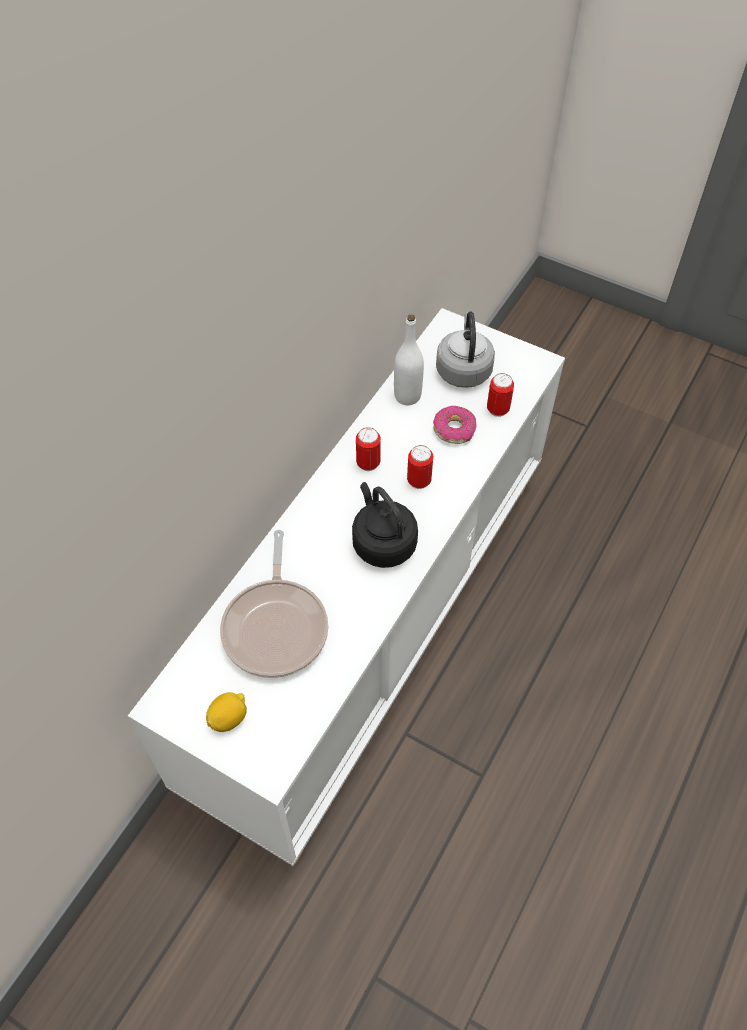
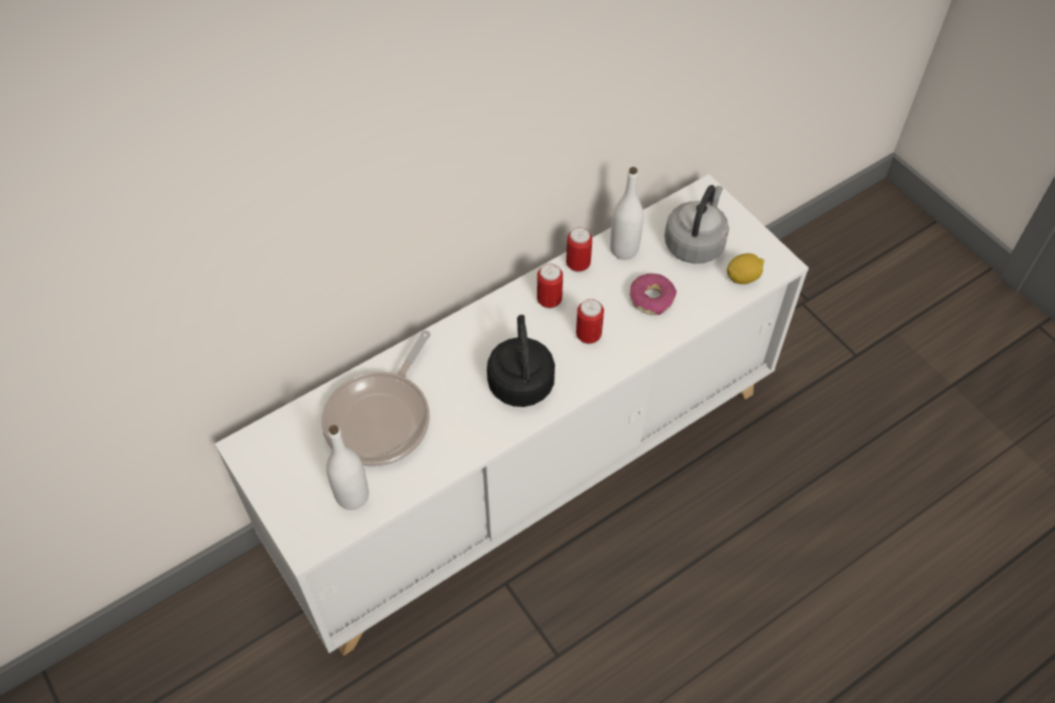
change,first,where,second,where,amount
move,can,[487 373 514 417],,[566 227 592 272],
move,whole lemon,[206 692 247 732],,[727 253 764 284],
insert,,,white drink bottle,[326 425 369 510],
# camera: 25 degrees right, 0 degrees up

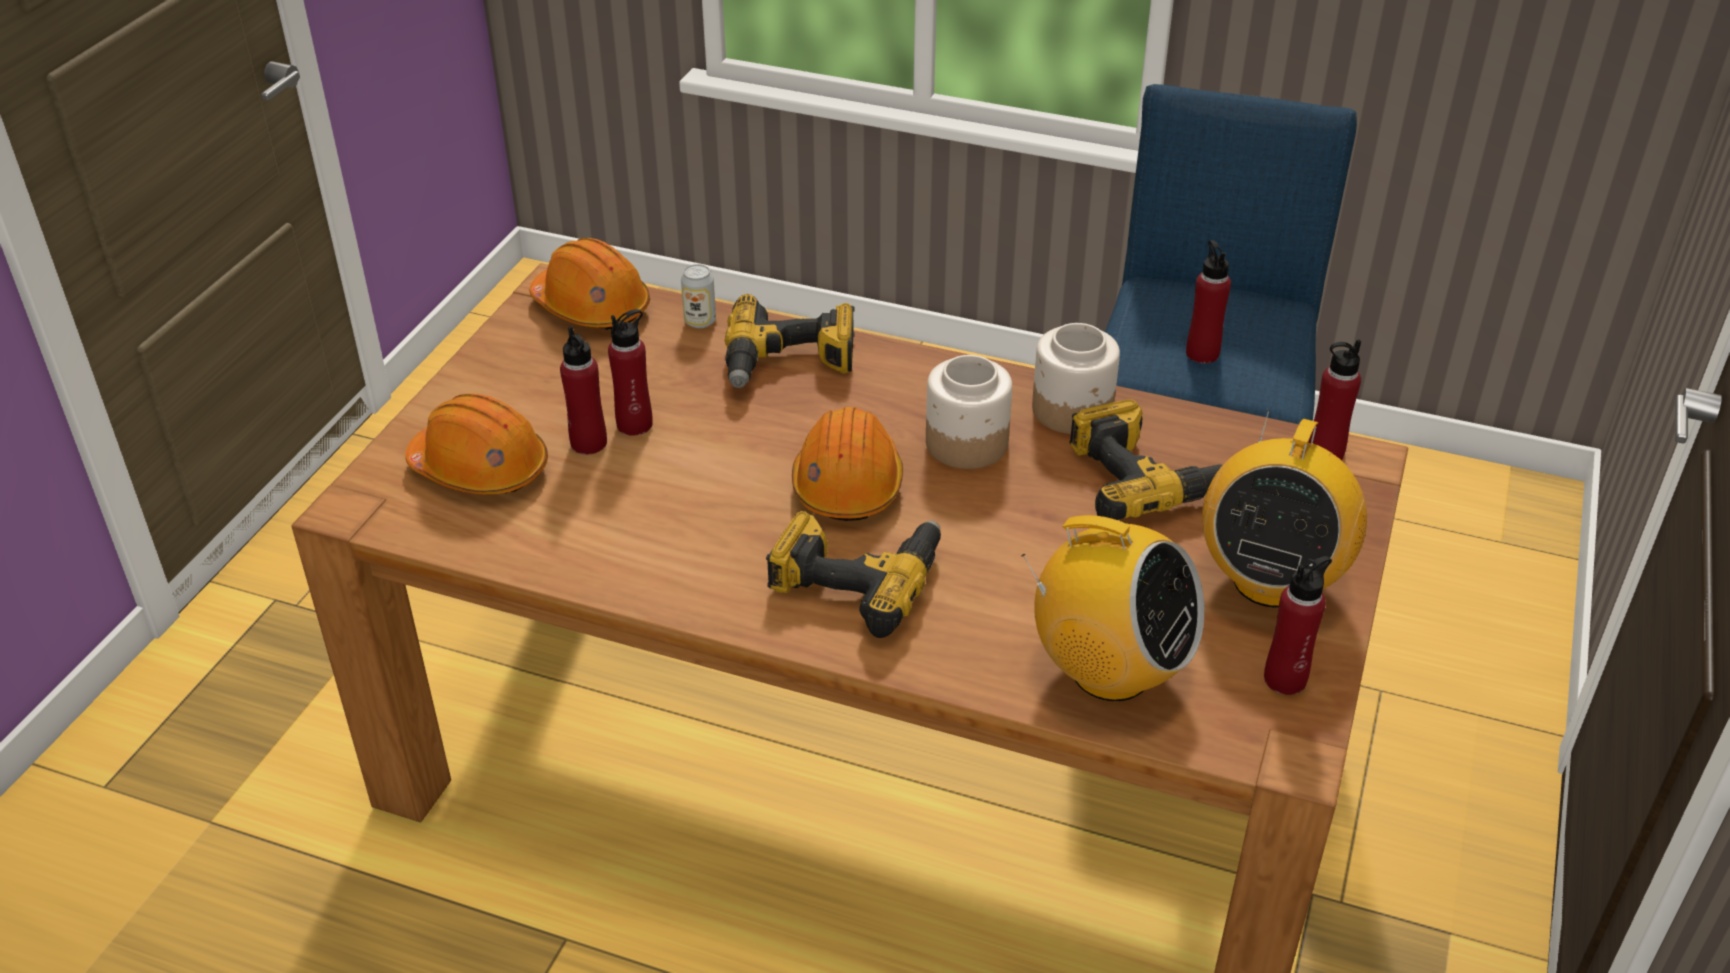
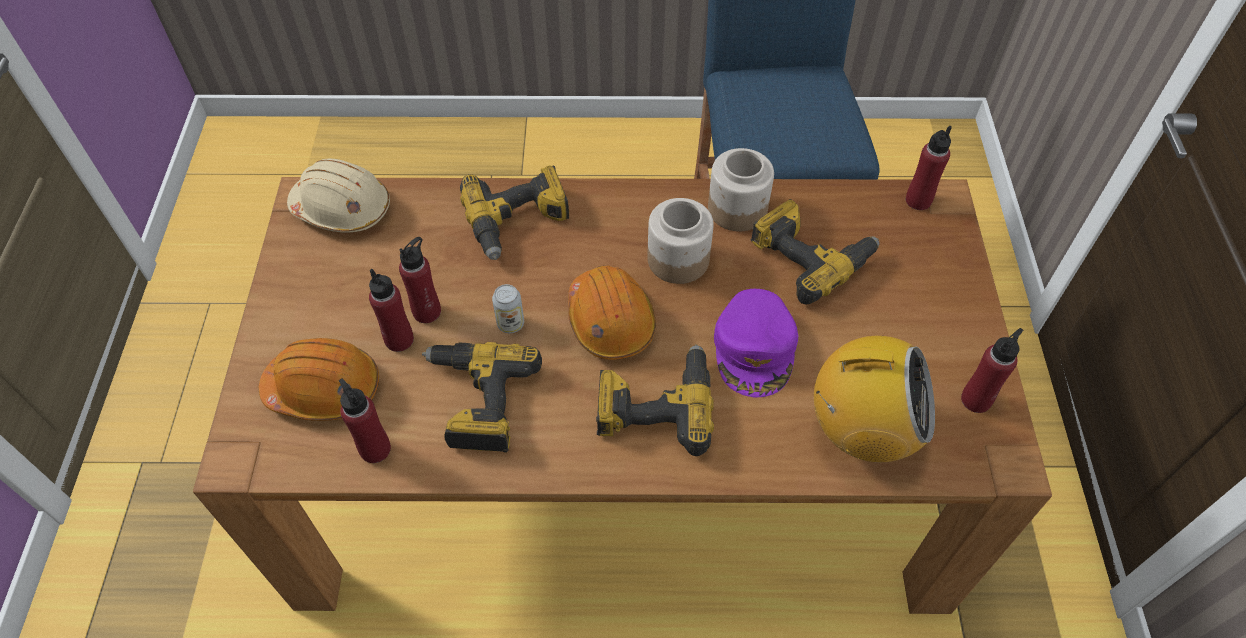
change,first,where,second,where,amount
recolor,orange hard hat,[530 238 650 330],beige-coloured hard hat,[287 158 390 233],
move,red drink bottle,[1186 240 1231 363],,[339 378 391 463],
move,can,[681 264 716 328],,[492 284 524 333],
delete,radio receiver,[1202 410 1367 608],,,
insert,,,purple-coloured baseball cap,[714 289 798 397],
insert,,,electric drill,[422 342 542 453],
# camera: 20 degrees left, 15 degrees up

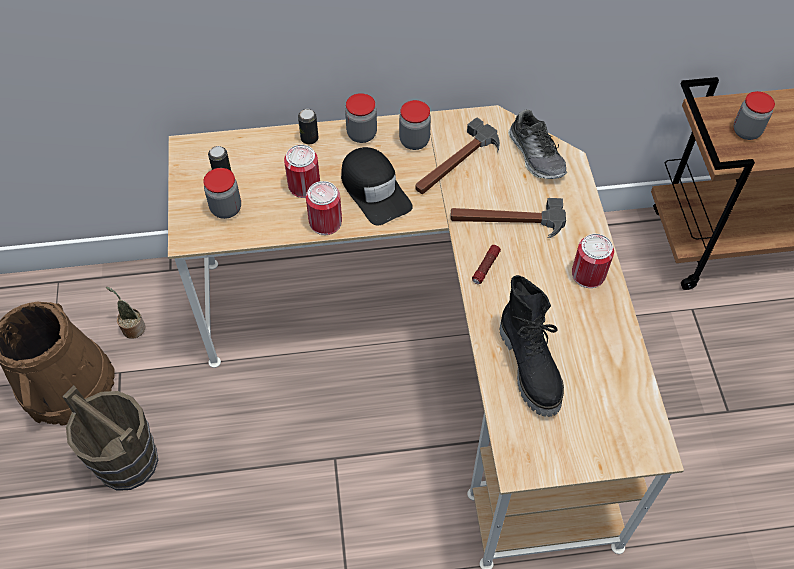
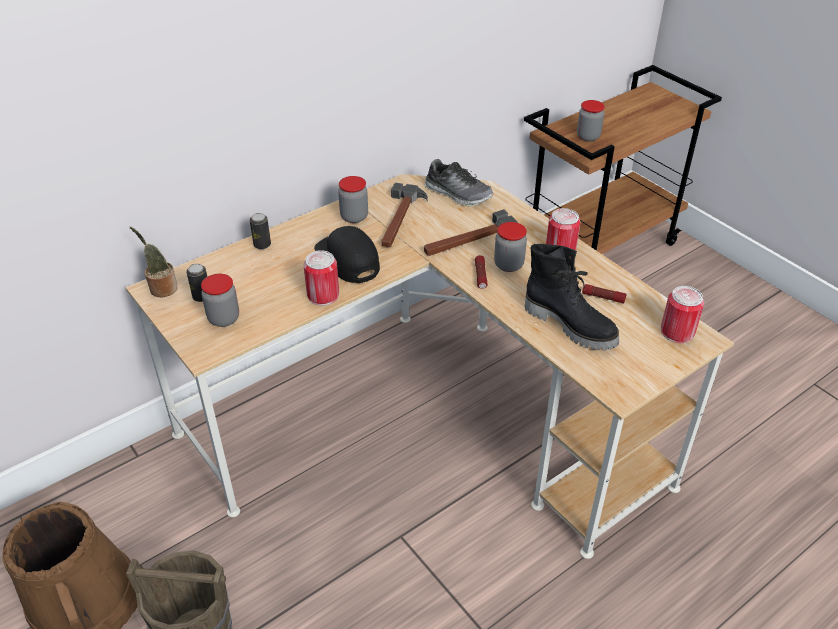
change,first,where,second,where,amount
move,preserve jar,[345 93 377 143],,[494 222 527 272],
move,can,[284 145 320 198],,[661 286 704 343],
rotate,blackish baseball cap,[341 147 413 226],,[314 226 380 283],150 degrees counterclockwise
move,houseplant,[106 287 146 339],,[130 227 178 298],
insert,,,torch,[582 284 626 304],
# camera: 30 degrees left, 15 degrees down

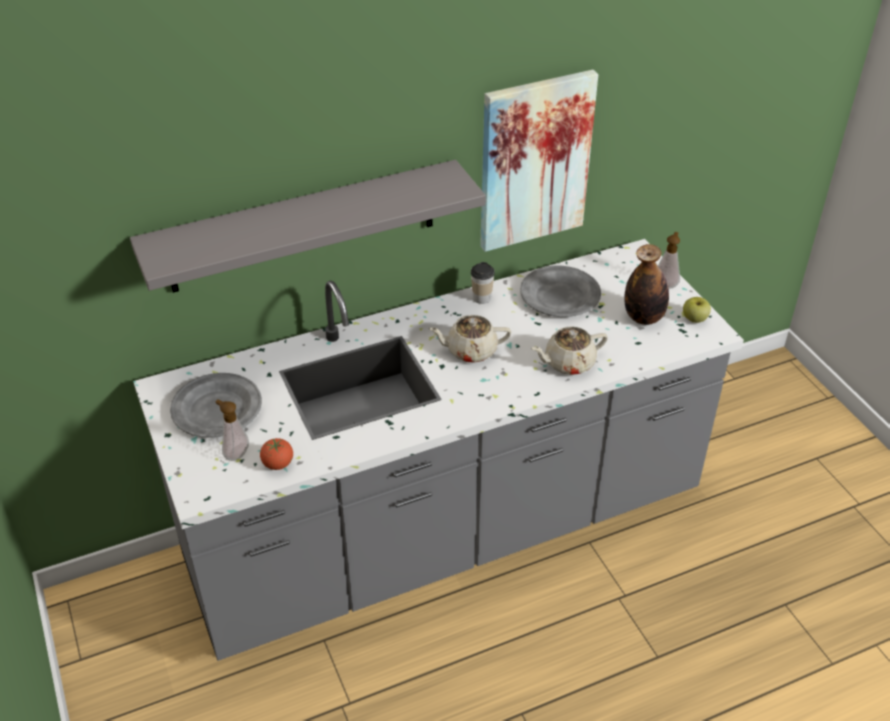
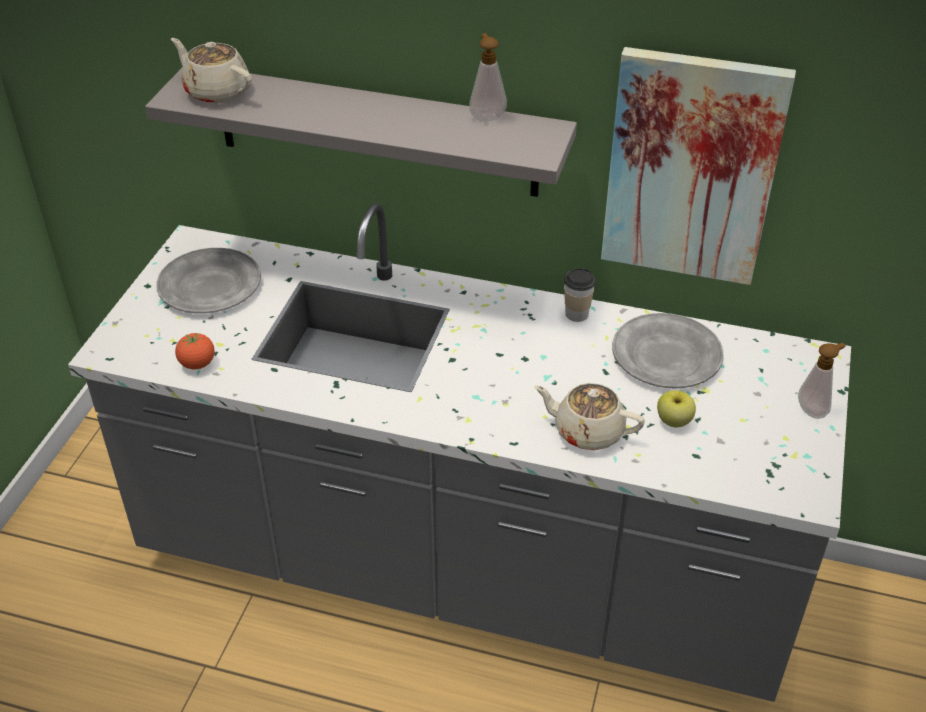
change,first,where,second,where,amount
delete,drink bottle,[624 244 669 325],,,
move,apple,[683 297 711 323],,[657 390 696 427],
move,beige-coloured pot for tea,[429 315 511 363],,[171 38 252 103],
move,liquid soap bottle,[216 400 249 461],,[469 33 507 122],
# camera: 40 degrees right, 0 degrees up

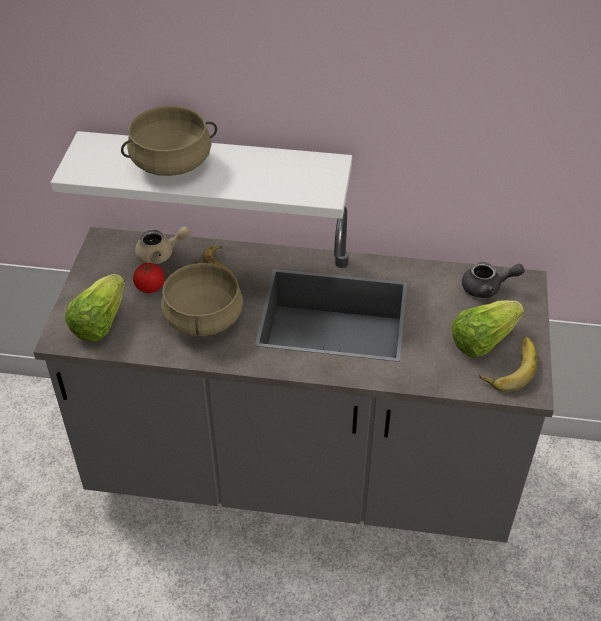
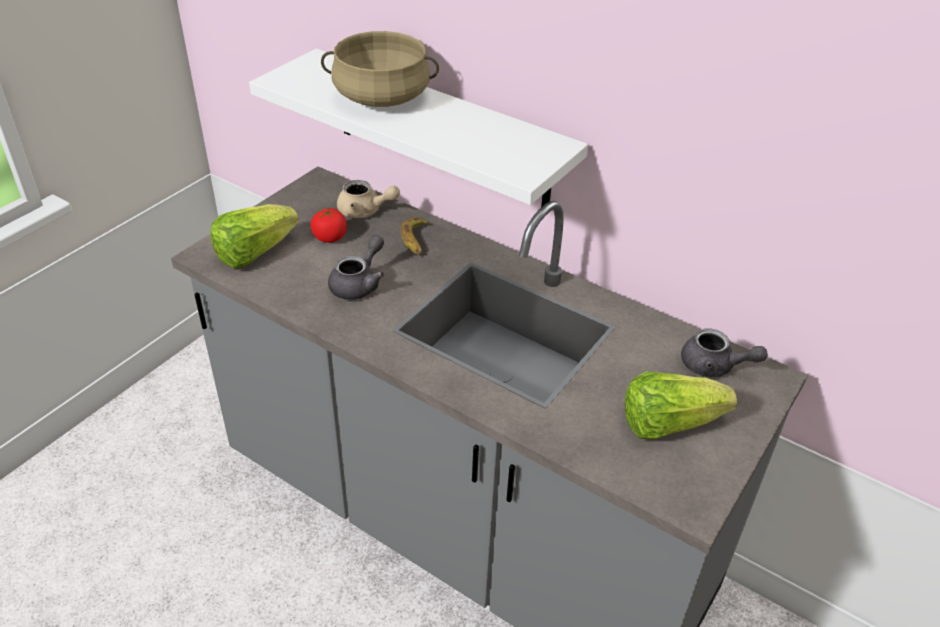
change,first,where,second,where,amount
replace,beige-coloured stockpot,[161 260 243 336],gray pot for tea,[328 235 384 300],
delete,whole banana,[479 337 537 392],,,
# camera: 25 degrees right, 5 degrees down

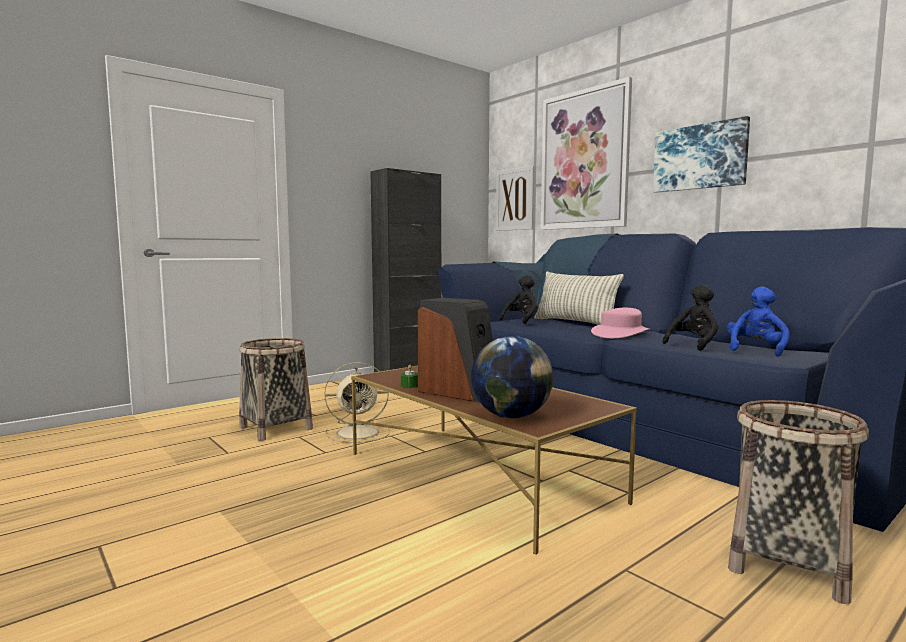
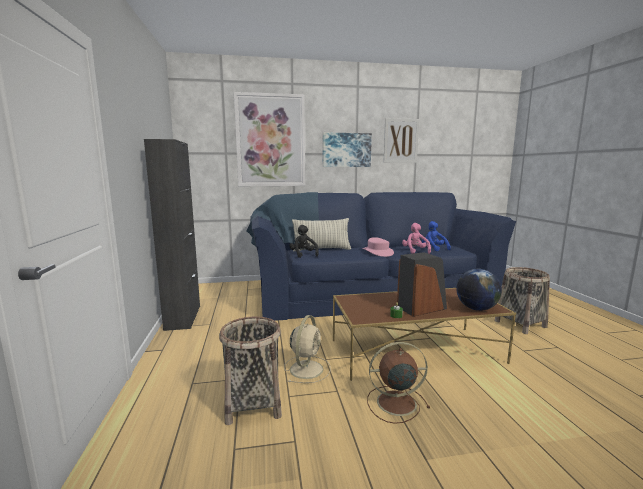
change,first,where,second,where,amount
move,picture,[496 166 534 231],,[383 118 419 163],
recolor,blackish cuddly toy,[662 285 718 351],pink-coloured cuddly toy,[402 223 431 254],
insert,,,brown fan,[367 342 430 424],
# camera: 60 degrees left, 5 degrees up

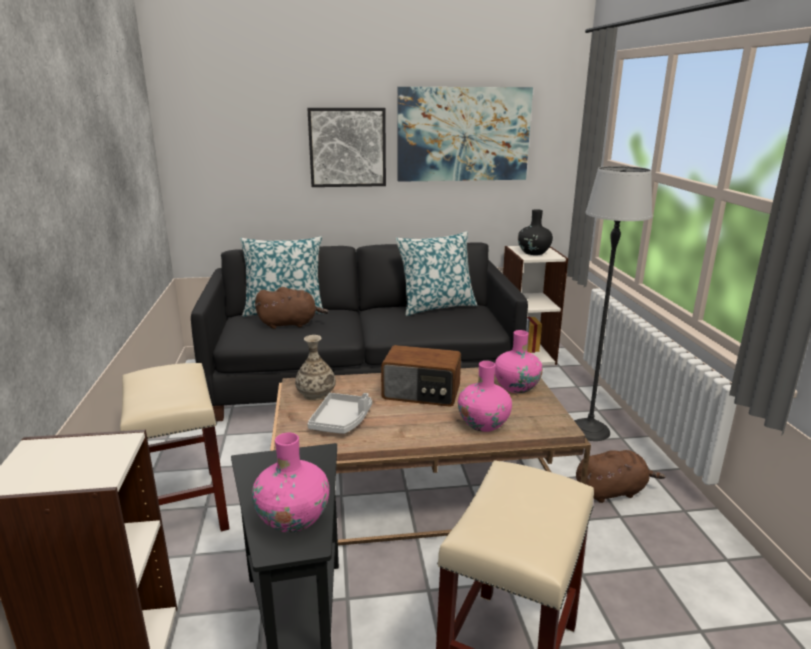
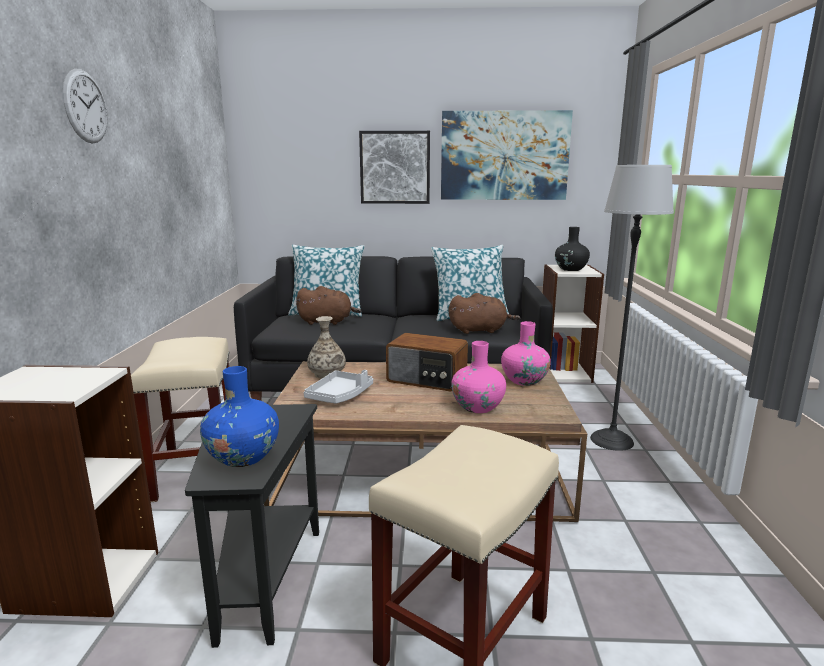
change,first,where,second,where,amount
recolor,pink-coloured flower vase,[252 433 329 533],bluish flower vase,[200 366 279 467],
move,brown cuddly toy,[576 450 666 503],,[448 293 521 334],
insert,,,hanging clock,[63 69 108 143],
# camera: 10 degrees right, 5 degrees down

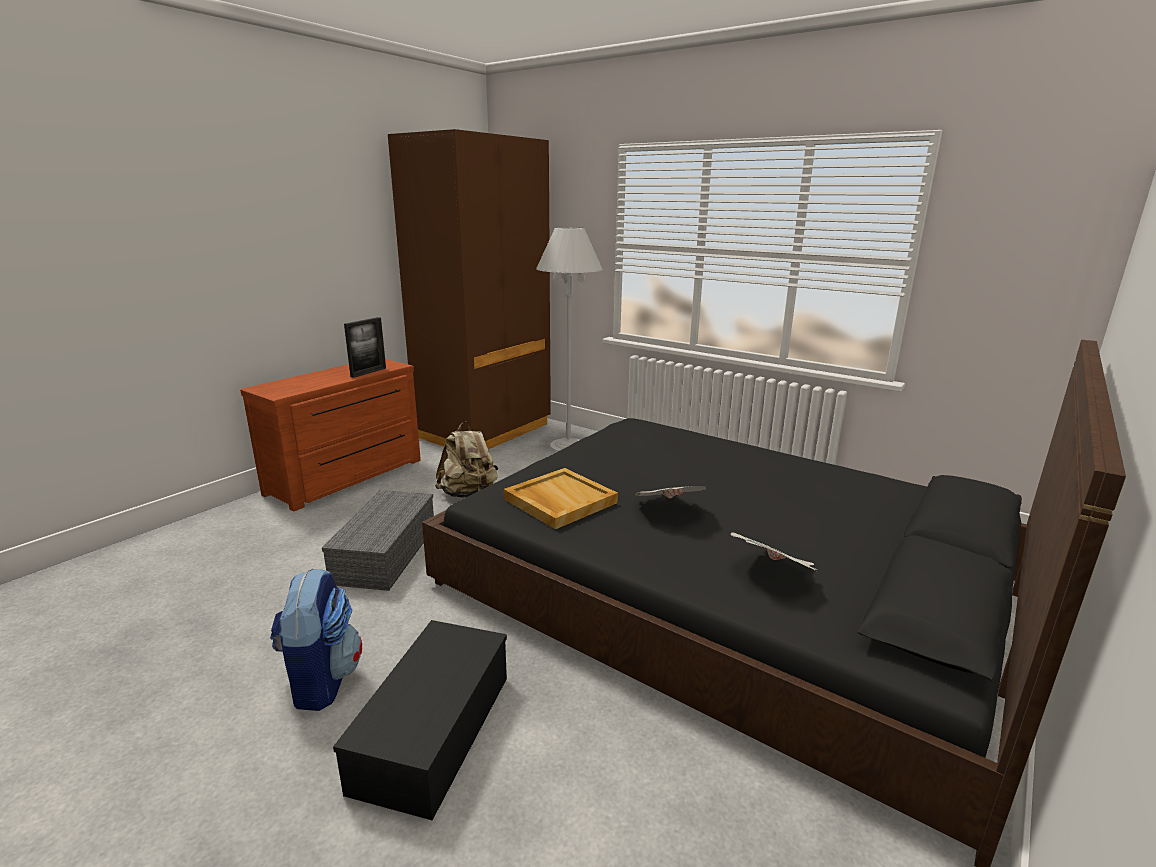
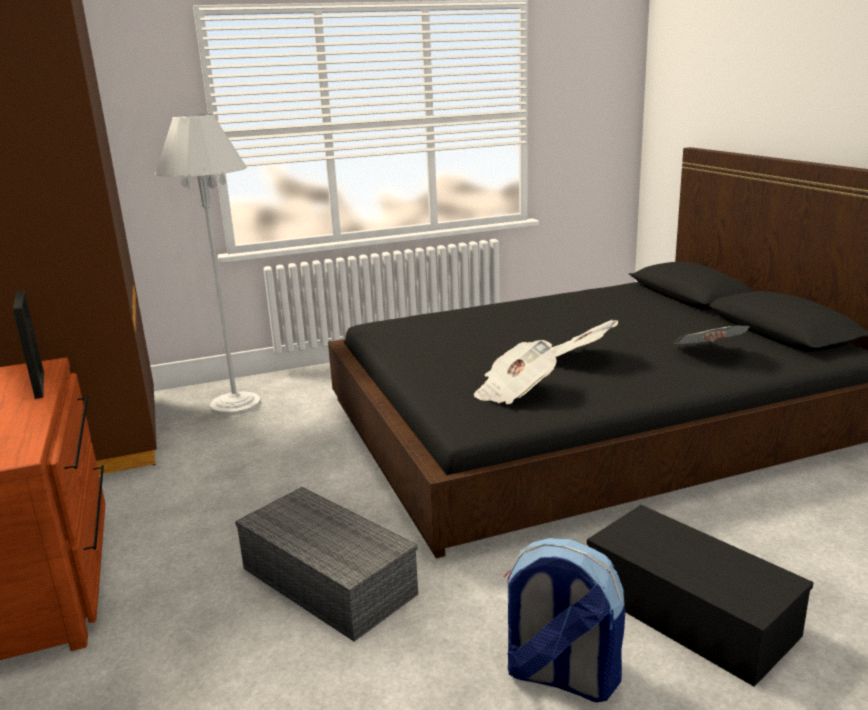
change,first,where,second,where,amount
delete,beige-coloured knapsack,[435 421 498 498],,,
replace,beige-coloured tray,[504 468 618 529],newspaper,[474 340 557 404],
# camera: 55 degrees left, 0 degrees up

